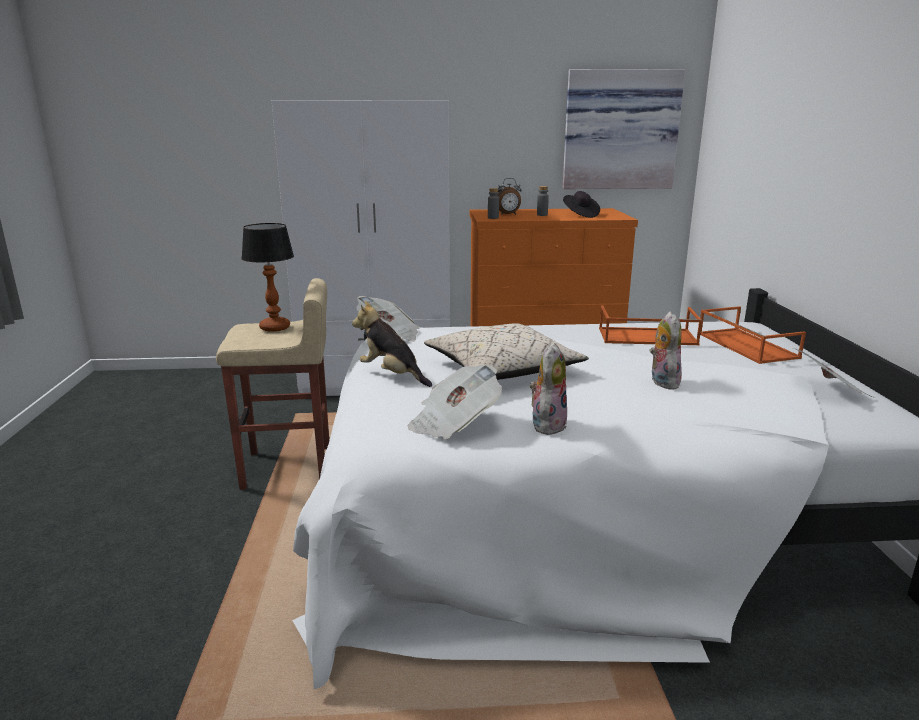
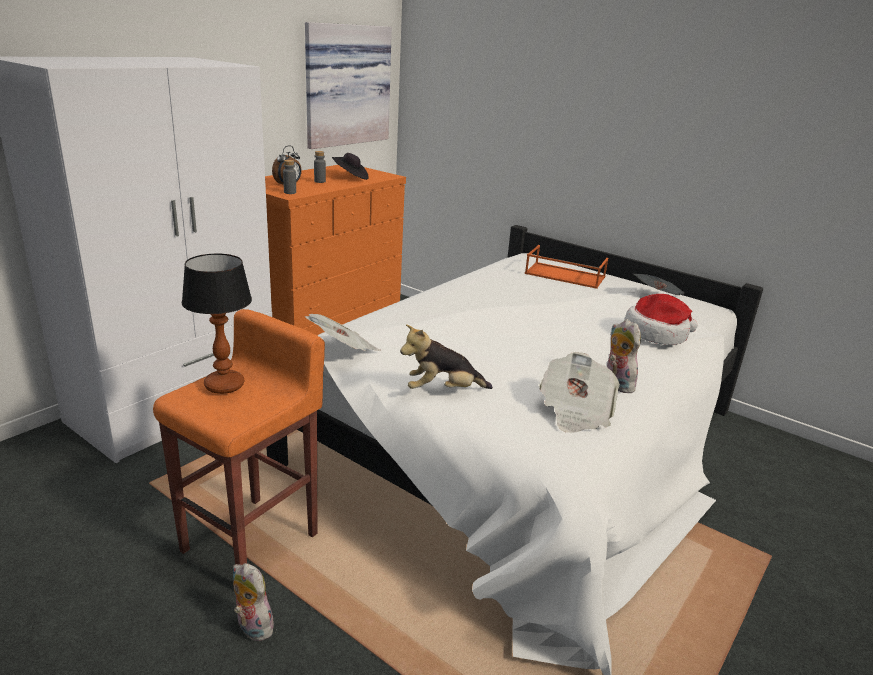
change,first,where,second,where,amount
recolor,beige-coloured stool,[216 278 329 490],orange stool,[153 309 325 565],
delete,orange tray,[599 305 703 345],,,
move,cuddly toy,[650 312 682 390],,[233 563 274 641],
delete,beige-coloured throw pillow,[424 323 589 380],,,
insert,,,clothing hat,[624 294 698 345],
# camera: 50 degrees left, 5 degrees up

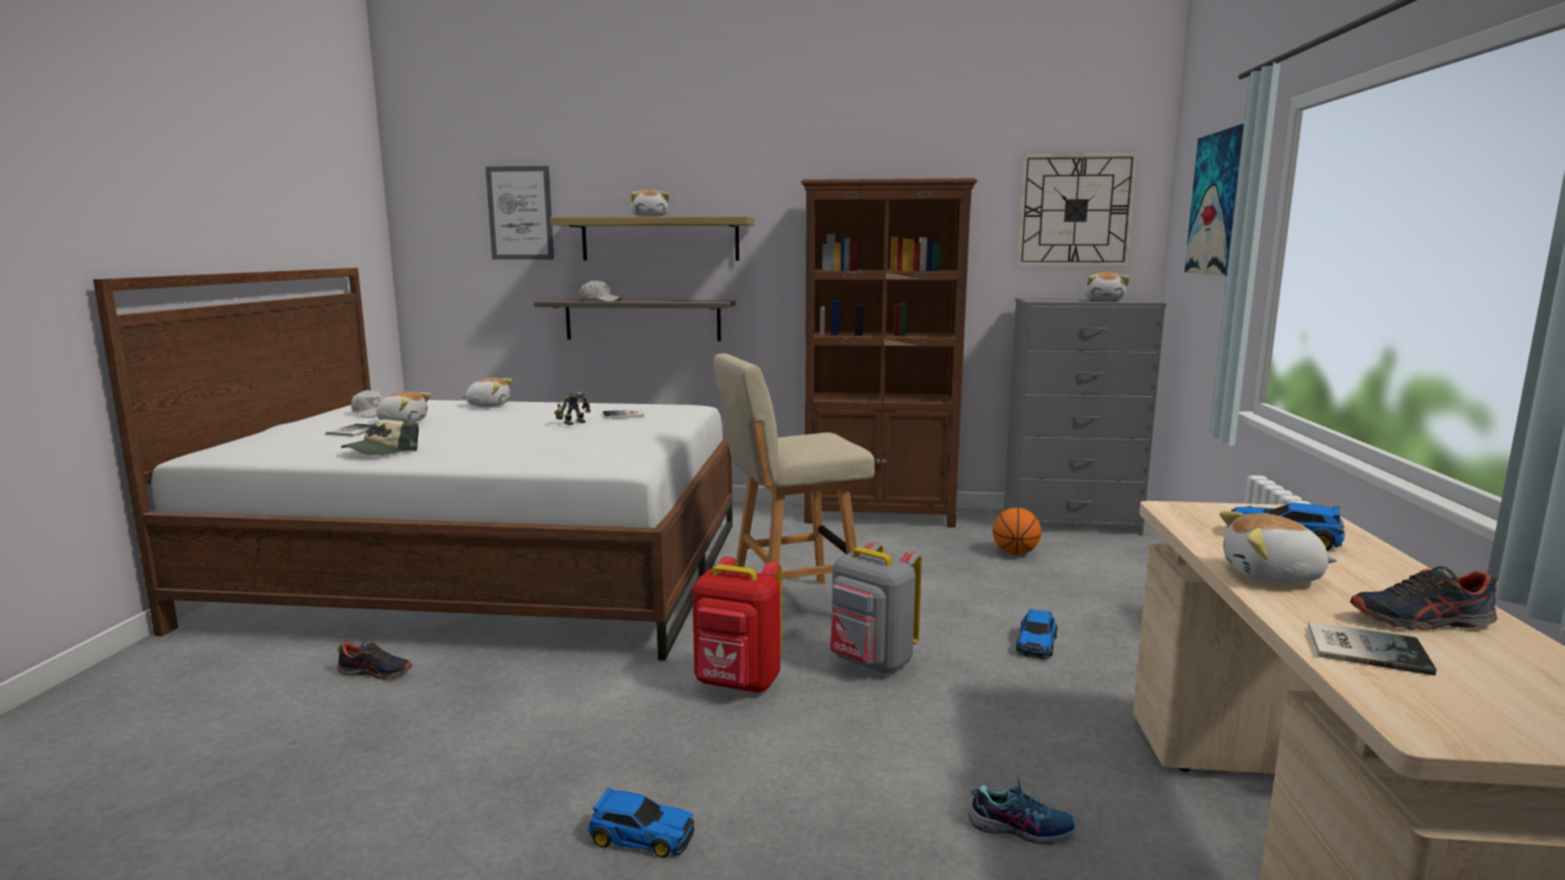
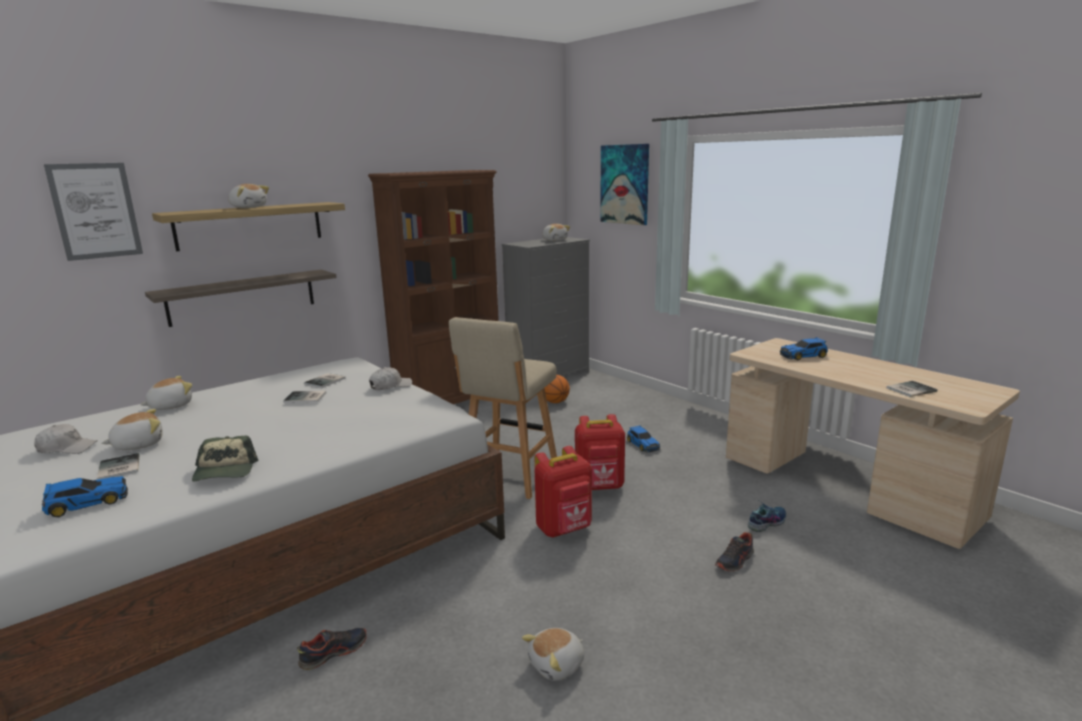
change,first,where,second,where,amount
delete,hanging clock,[1017 152 1138 266],,,
move,white baseball cap,[579 280 622 302],,[369 367 412 390],
replace,model robot,[555 392 591 425],volume,[283 391 326 403],
move,cuddly toy,[1220 511 1337 584],,[522 628 584 681],
recolor,gray knapsack,[830 542 922 674],red knapsack,[575 414 625 490],
move,item of footwear,[1350 566 1499 630],,[715 532 754 572],
move,miniature car,[587 787 694 858],,[42 476 128 517],
# camera: 45 degrees left, 5 degrees up

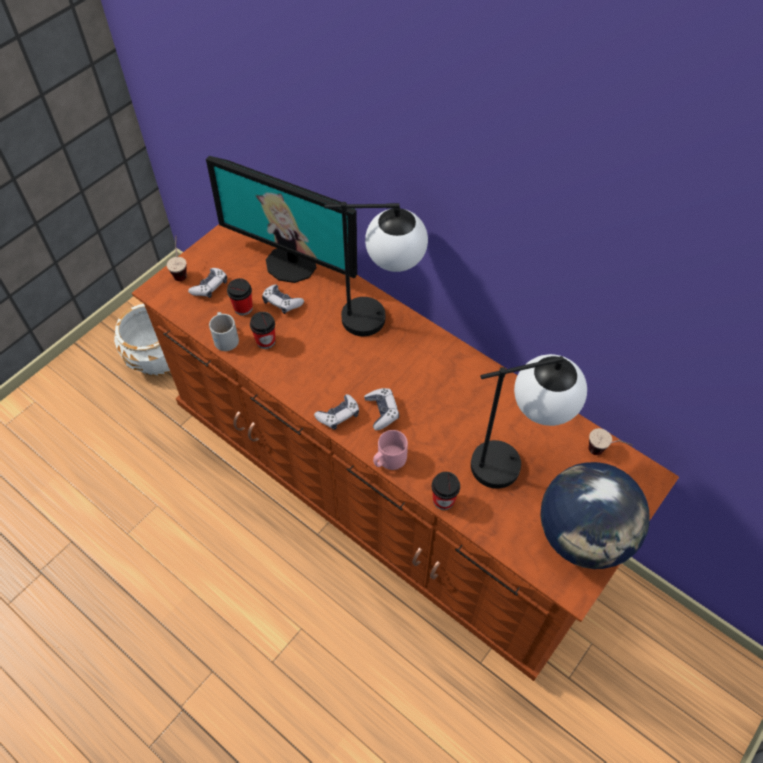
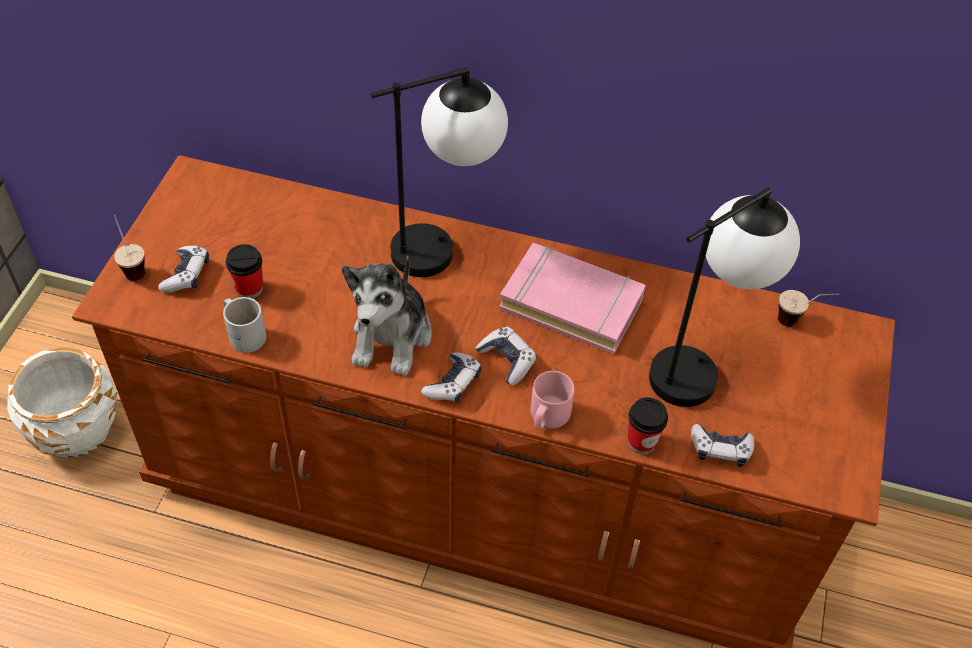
change,first,where,second,where,amount
delete,computer display,[206 156 357 283],,,
move,gamepad,[262 284 304 314],,[691 424 754 467],
delete,cup,[250 312 275 349],,,
delete,globe,[540 462 650 569],,,
insert,,,pink-coloured volume,[499 243 646 354],
insert,,,cuddly toy,[342 256 432 376],
# camera: 25 degrees left, 5 degrees down

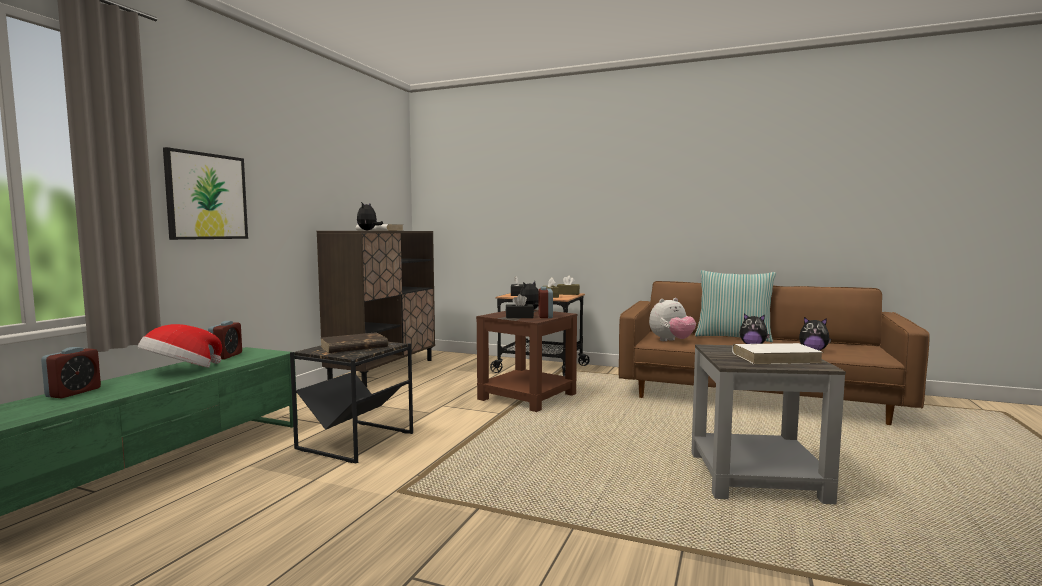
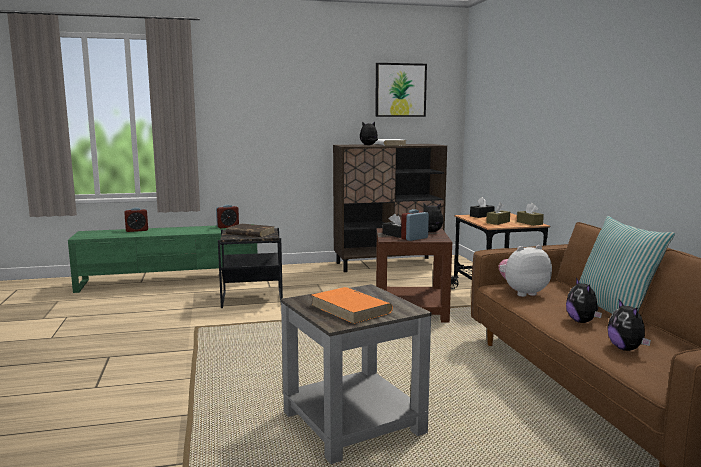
change,first,where,second,where,amount
move,picture,[163 147 248 240],,[375 63 427 117],
rotate,cuddly toy,[649 298 696 341],,[499 245 552 297],135 degrees clockwise
delete,clothing hat,[138 324 222 368],,,
recolor,white volume,[732 343 824 364],orange volume,[311 287 393 324],
# camera: 55 degrees right, 5 degrees up

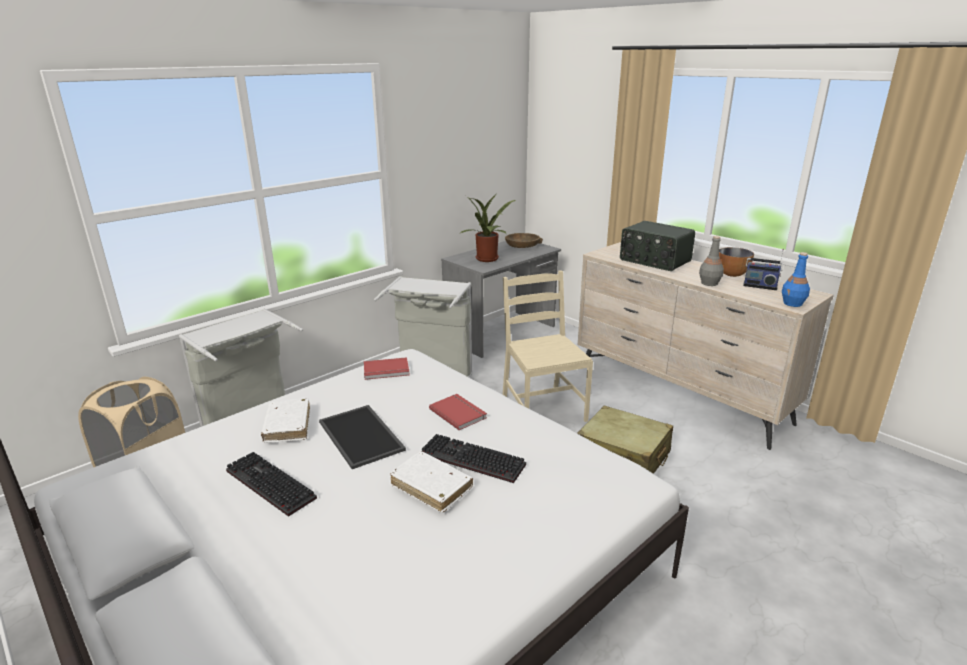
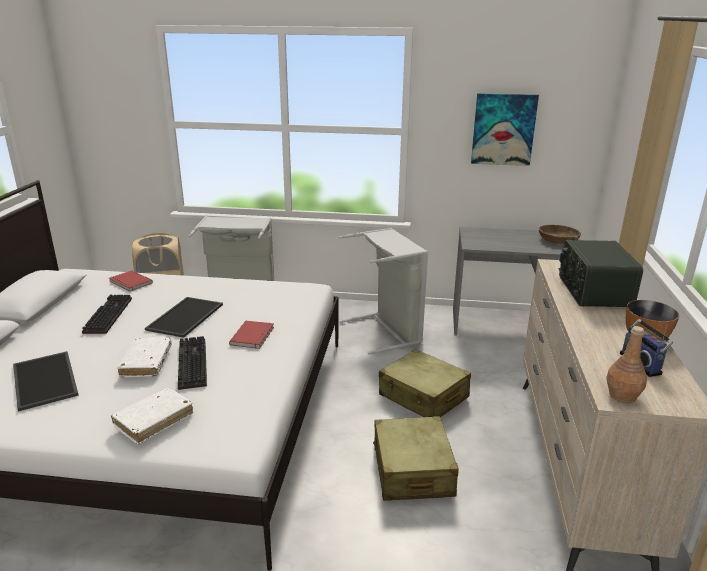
change,first,where,second,where,amount
delete,houseplant,[459 195 516 262],,,
delete,gray drink bottle,[699 236 724 286],,,
recolor,bluish drink bottle,[782 252 810 307],brown drink bottle,[607 326 647 403],
replace,beige-coloured upright chair,[503 270 593 422],beige-coloured piece of luggage,[379 349 471 417],
move,red volume,[364 357 409 380],,[109 270 153 292],
move,white volume,[261 398 310 443],,[111 388 193 444],
insert,,,picture,[471 93 539 166],
insert,,,tray,[13 351 79 412],
# camera: 50 degrees right, 0 degrees up

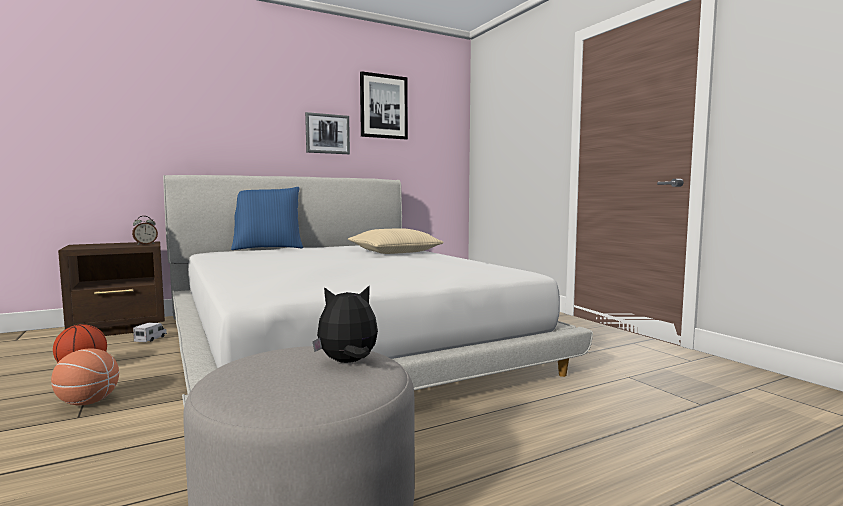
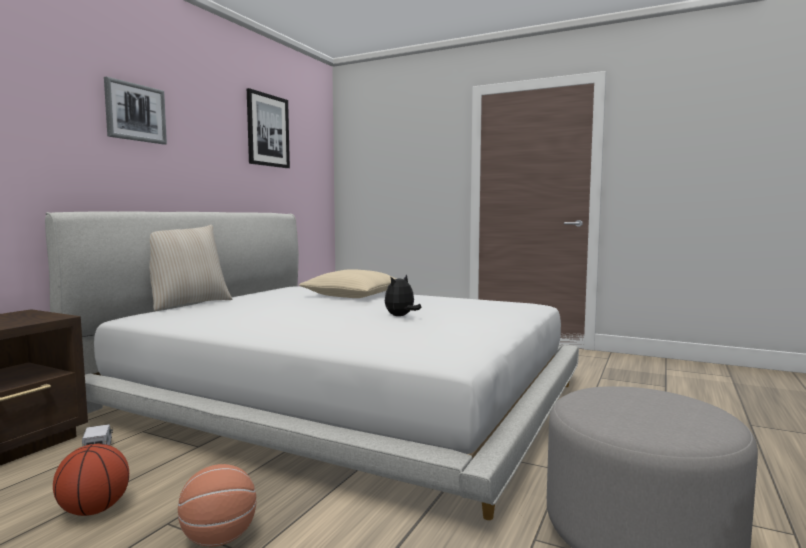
change,first,where,second,where,amount
move,picture,[305 112 350 154],,[104 76 167 145],
recolor,bluish throw pillow,[231 187 303 250],beige-coloured throw pillow,[149 225 232 311],
delete,alarm clock,[132 216 158 245],,,
move,cuddly toy,[313 286 378 363],,[385 274 422 316],
# camera: 35 degrees left, 0 degrees up

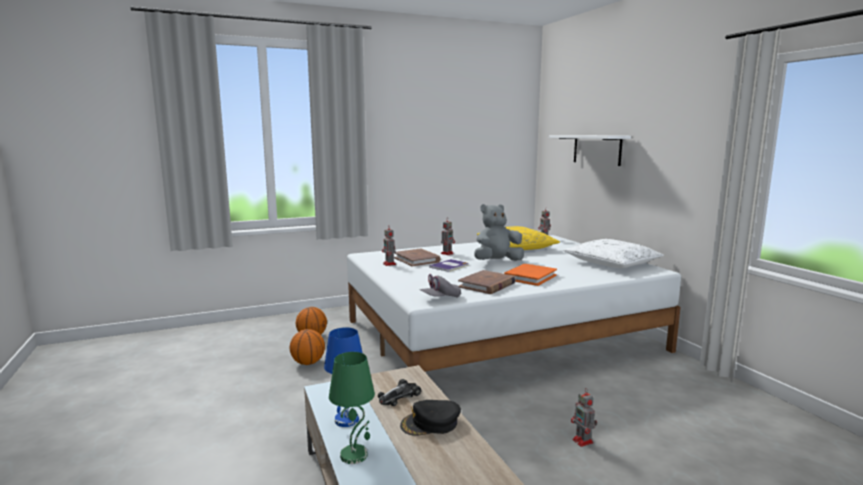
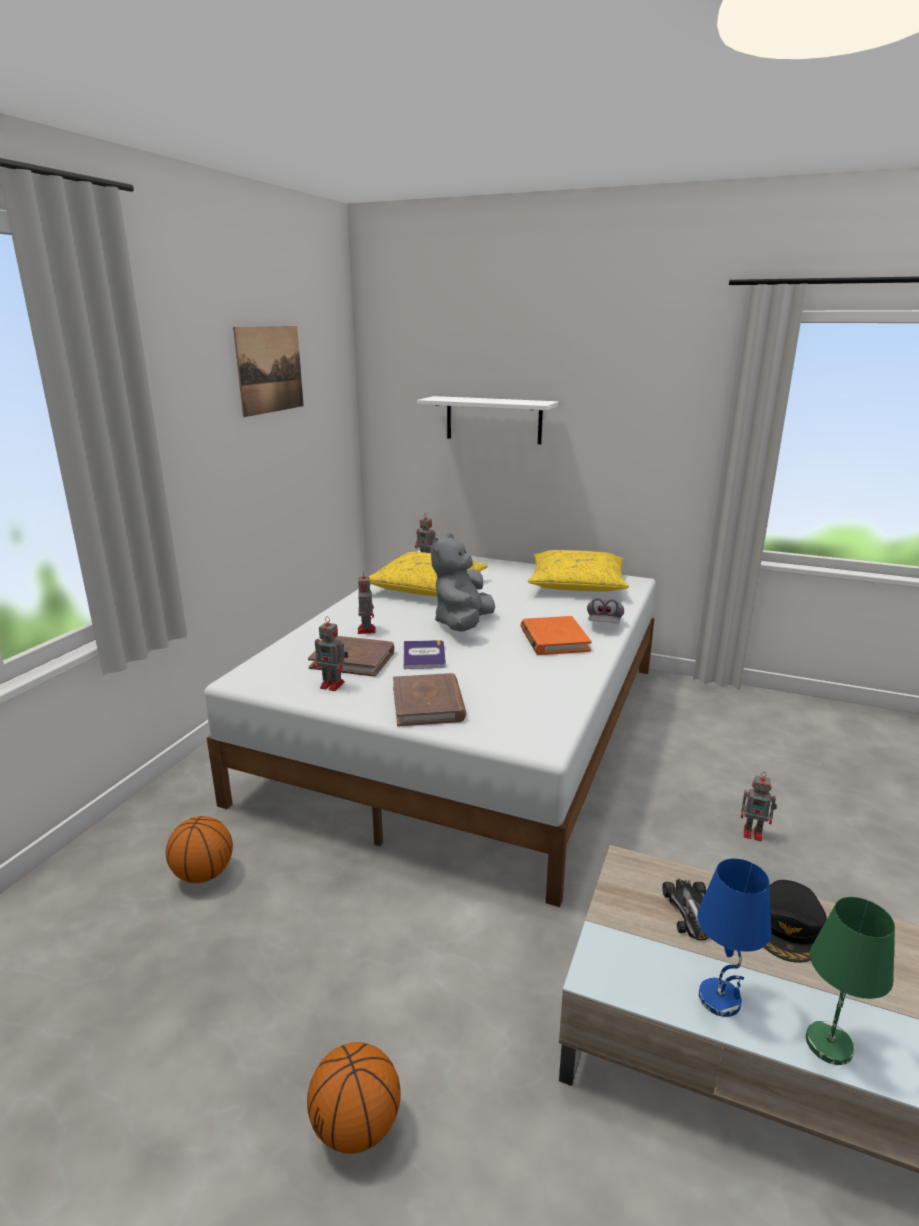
change,first,where,second,where,amount
recolor,white throw pillow,[563 239 664 268],yellowish throw pillow,[528 550 629 591],
move,brown volume,[458 270 516 294],,[393 673 466 727],
move,gray baseball cap,[420 274 461 298],,[587 597 624 623],
move,basketball,[290 329 325 365],,[307 1042 401 1154],
insert,,,picture,[233 326 304 417],
# camera: 45 degrees left, 10 degrees up

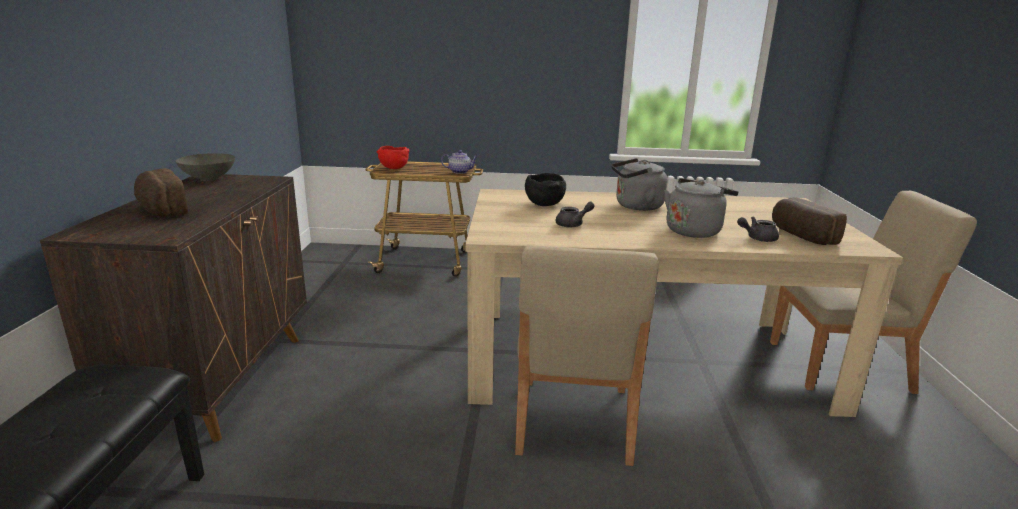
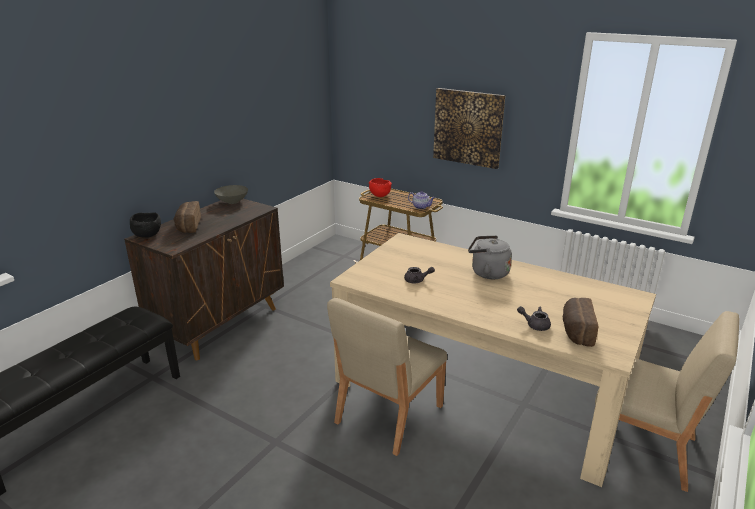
change,first,where,second,where,amount
move,blackish deep dish,[525 173 566 206],,[130 212 161 238],
delete,gray kettle,[664 178 739 238],,,
insert,,,picture,[433 88 506 169],
# camera: 30 degrees right, 5 degrees up

